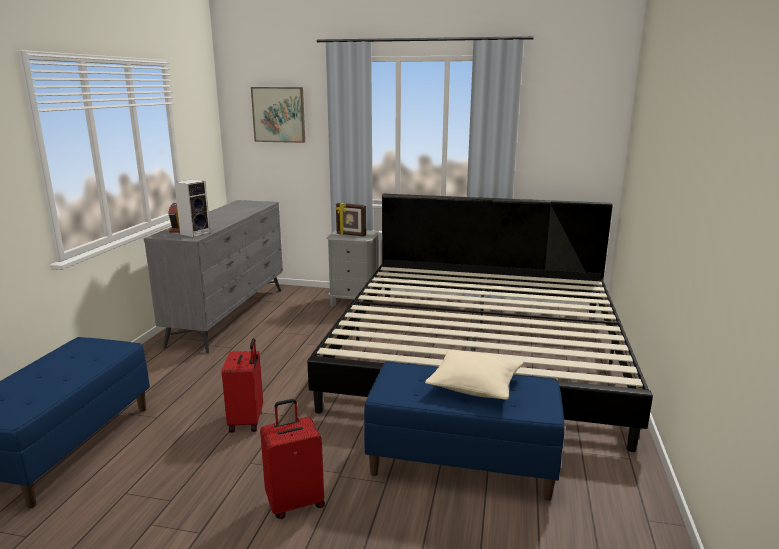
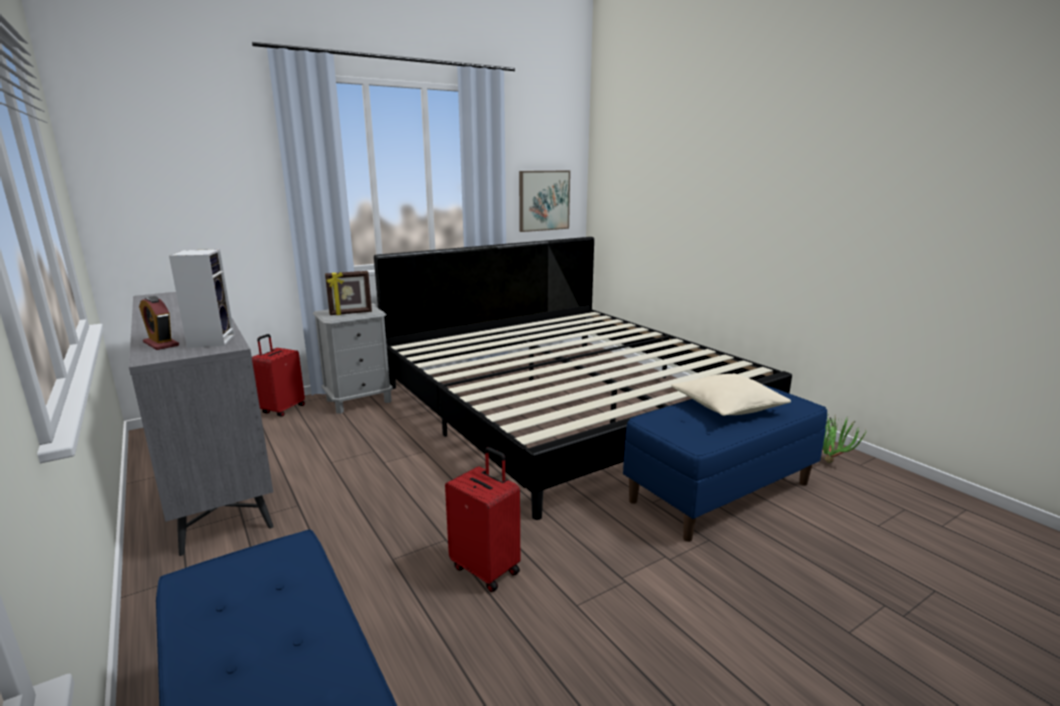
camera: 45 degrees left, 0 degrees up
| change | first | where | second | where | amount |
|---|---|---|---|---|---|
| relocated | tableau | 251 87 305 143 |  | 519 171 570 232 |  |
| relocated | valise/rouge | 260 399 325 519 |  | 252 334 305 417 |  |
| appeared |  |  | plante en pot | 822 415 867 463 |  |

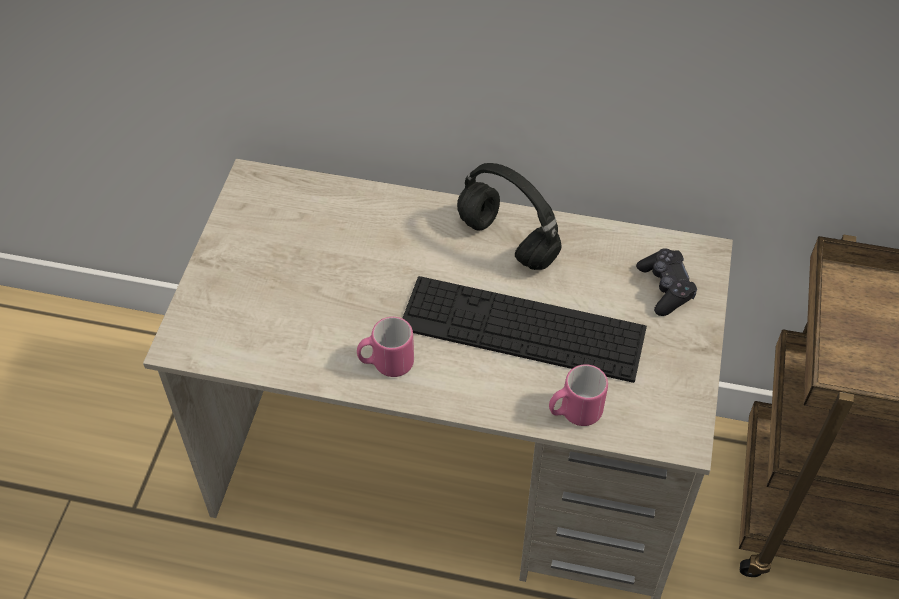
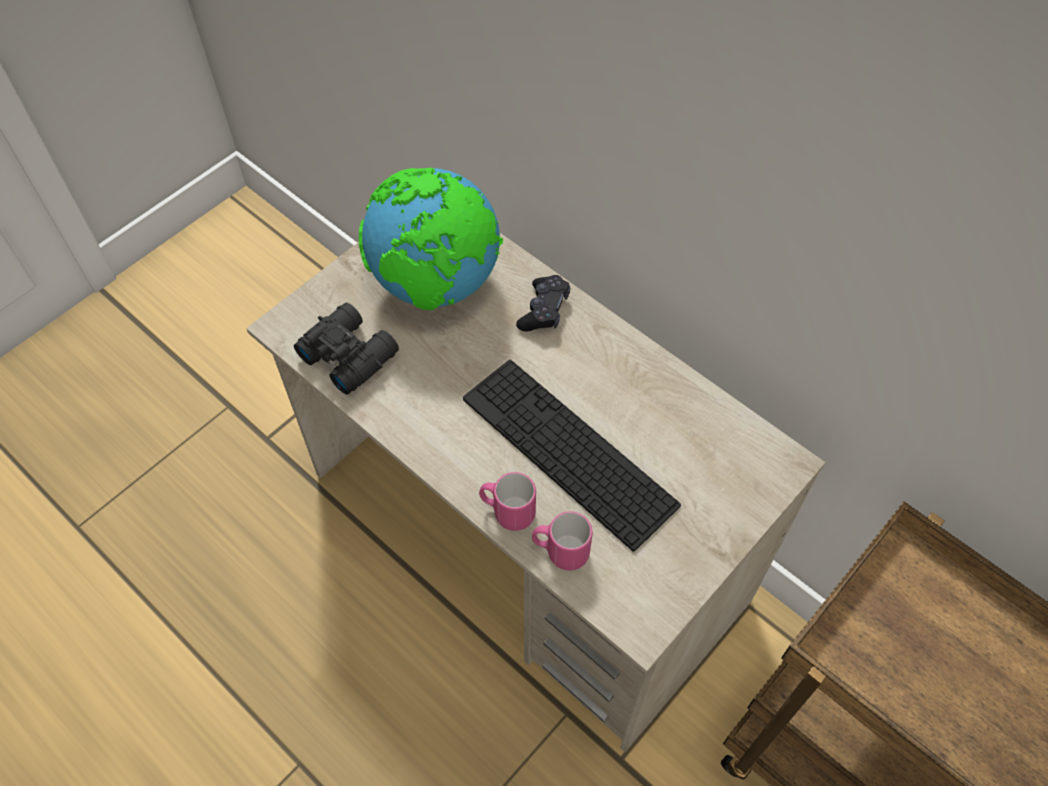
camera: 30 degrees right, 5 degrees up
| change | first | where | second | where | amount |
|---|---|---|---|---|---|
| relocated | mug/rose | 357 317 414 377 |  | 479 472 536 531 |  |
| missing | casque audio/noir | 457 163 562 270 |  |  |  |
| relocated | manette/noir | 636 248 697 316 |  | 516 275 570 332 |  |
| appeared |  |  | jumelles/noir | 294 302 399 395 |  |
| appeared |  |  | globe | 359 168 503 310 |  |

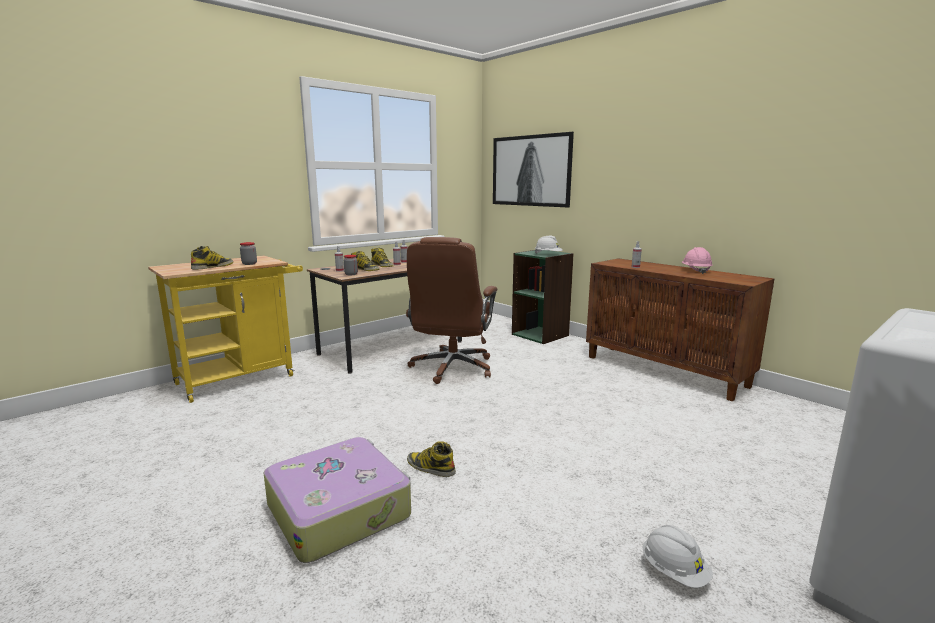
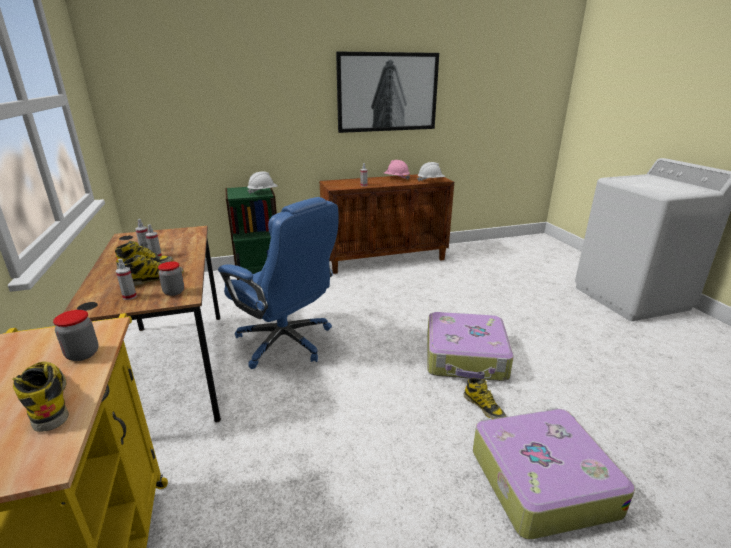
camera: 65 degrees left, 10 degrees up
| change | first | where | second | where | amount |
|---|---|---|---|---|---|
| colour | chaise de bureau/marron | 406 237 497 384 | chaise de bureau/bleu | 218 197 339 369 |  |
| spun | botte | 407 441 456 477 |  | 464 378 506 419 | 90 degrees counterclockwise |
| relocated | tableau | 493 132 574 208 |  | 336 52 439 133 |  |
| relocated | casque de chantier/blanc | 642 525 713 588 |  | 417 162 445 182 |  |
| appeared |  |  | valise | 427 312 514 381 |  |

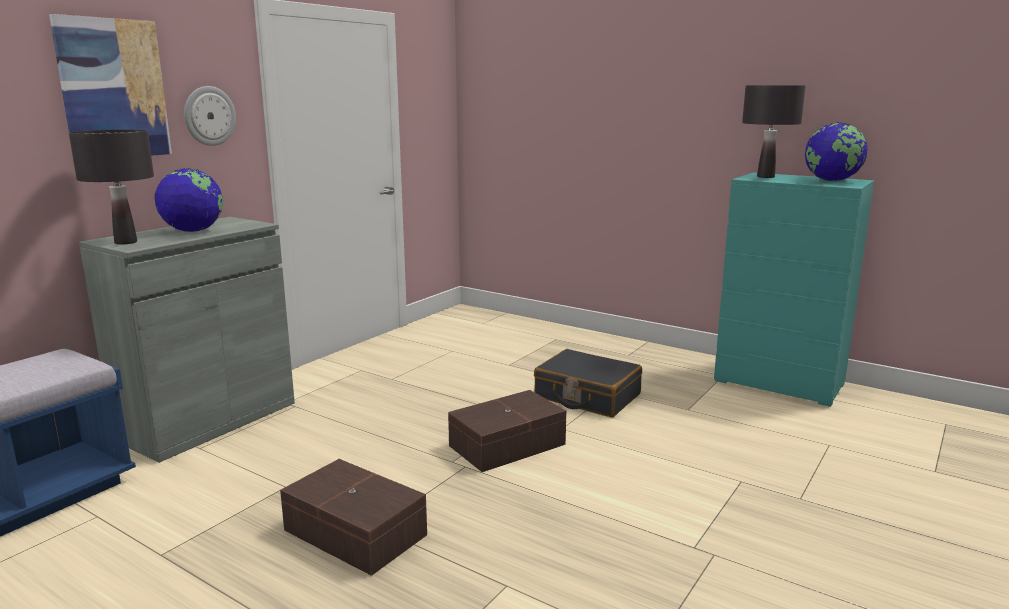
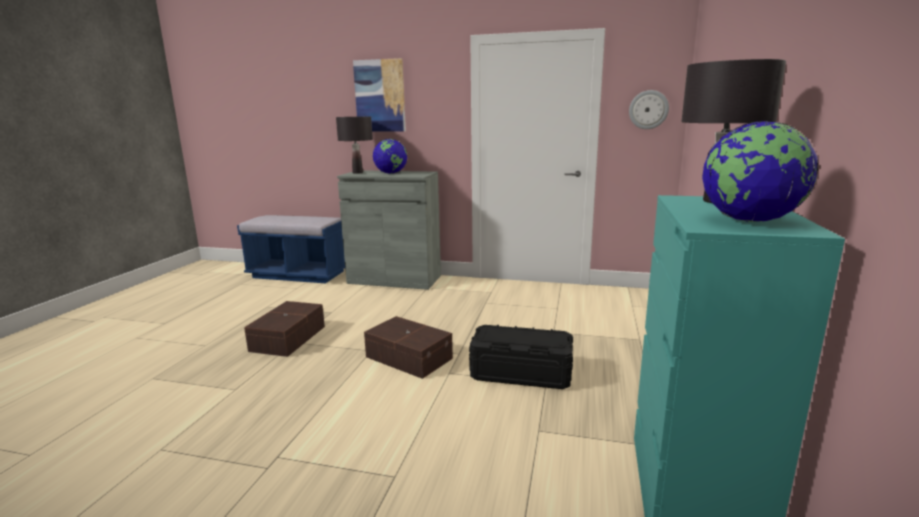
camera: 70 degrees right, 0 degrees up
| change | first | where | second | where | amount |
|---|---|---|---|---|---|
| relocated | horloge murale | 184 86 236 146 |  | 629 90 669 129 |  |
| exchanged | valise/noir | 534 349 642 417 | boîte de rangement/noir | 469 325 573 389 |  |

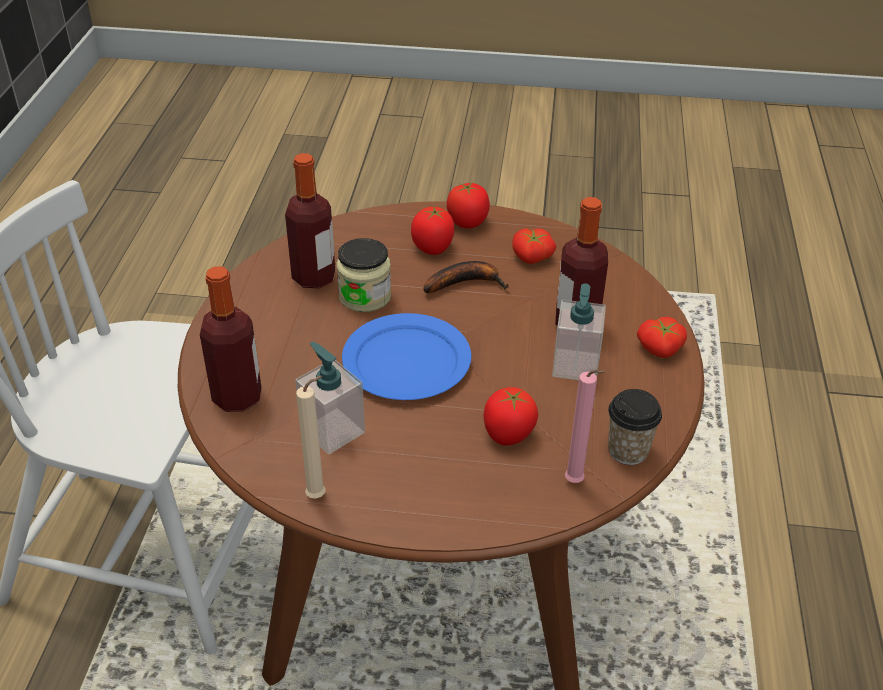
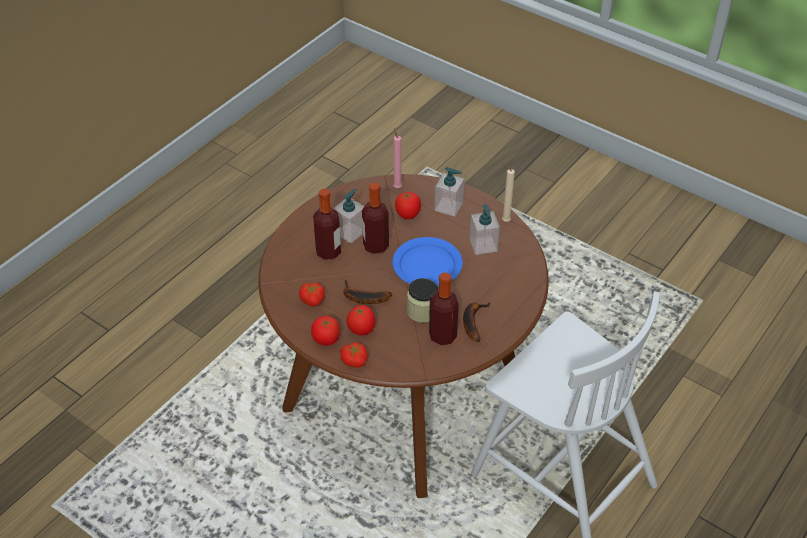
camera: 150 degrees left, 5 degrees up
| change | first | where | second | where | amount |
|---|---|---|---|---|---|
| relocated | bouteille | 200 266 262 412 |  | 362 183 389 254 |  |
| missing | tasse | 608 389 662 465 |  |  |  |
| relocated | tomate | 637 317 687 358 |  | 340 342 368 368 |  |
| appeared |  |  | distributeur de savon | 435 167 464 217 |  |
| appeared |  |  | banane | 463 302 491 342 |  |

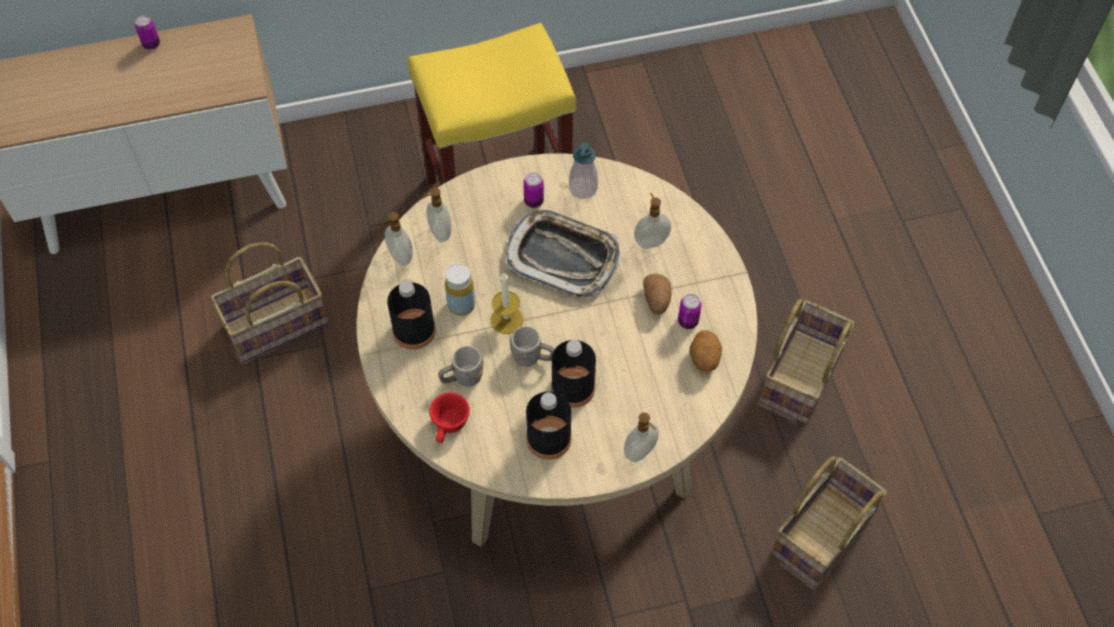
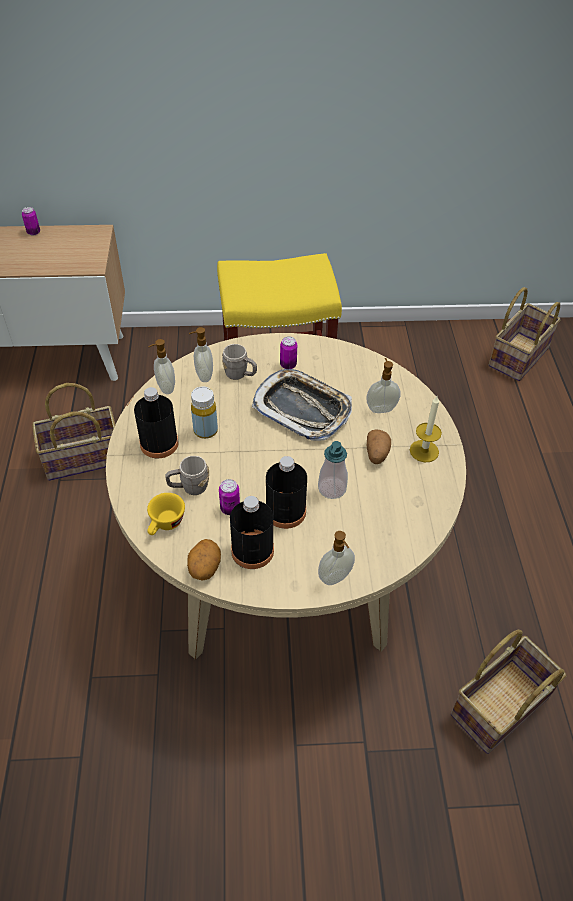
camera: 10 degrees right, 10 degrees down
| change | first | where | second | where | amount |
|---|---|---|---|---|---|
| colour | tasse/rouge | 429 393 470 443 | tasse/jaune | 147 493 185 535 |  |
| relocated | bougie | 490 273 523 334 |  | 410 396 442 462 |  |
| relocated | mug/gris | 510 326 555 367 |  | 222 344 257 380 |  |
| relocated | distributeur de savon | 569 143 598 199 |  | 318 441 348 499 |  |
| relocated | boîte métallique | 678 294 702 329 |  | 219 479 240 515 |  |
| relocated | pomme de terre | 689 330 722 372 |  | 187 539 221 581 |  |
| relocated | panier | 760 299 855 424 |  | 488 287 561 381 |  |

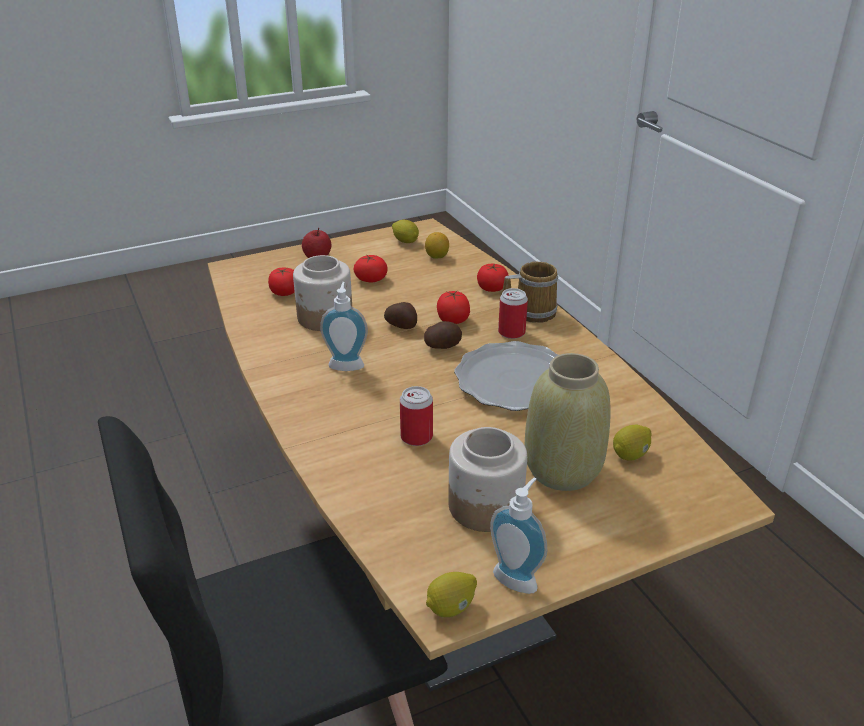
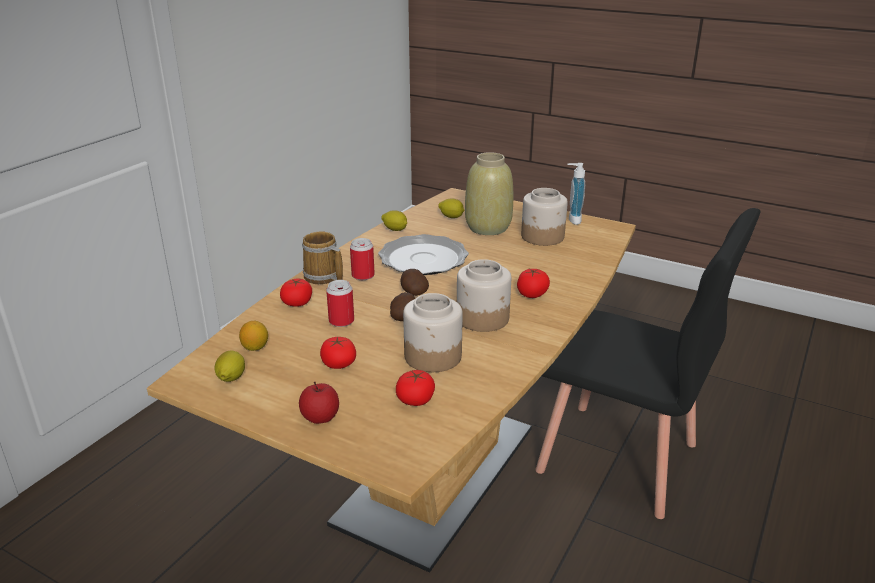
camera: 125 degrees left, 5 degrees down
| change | first | where | second | where | amount |
|---|---|---|---|---|---|
| exchanged | distributeur de savon | 320 282 368 371 | bocal | 457 259 511 332 |  |
| relocated | boîte métallique | 400 386 433 446 |  | 326 280 354 327 |  |
| relocated | citron | 426 572 477 617 |  | 381 210 407 231 |  |
| relocated | tomate | 437 290 470 324 |  | 517 269 550 298 |  |

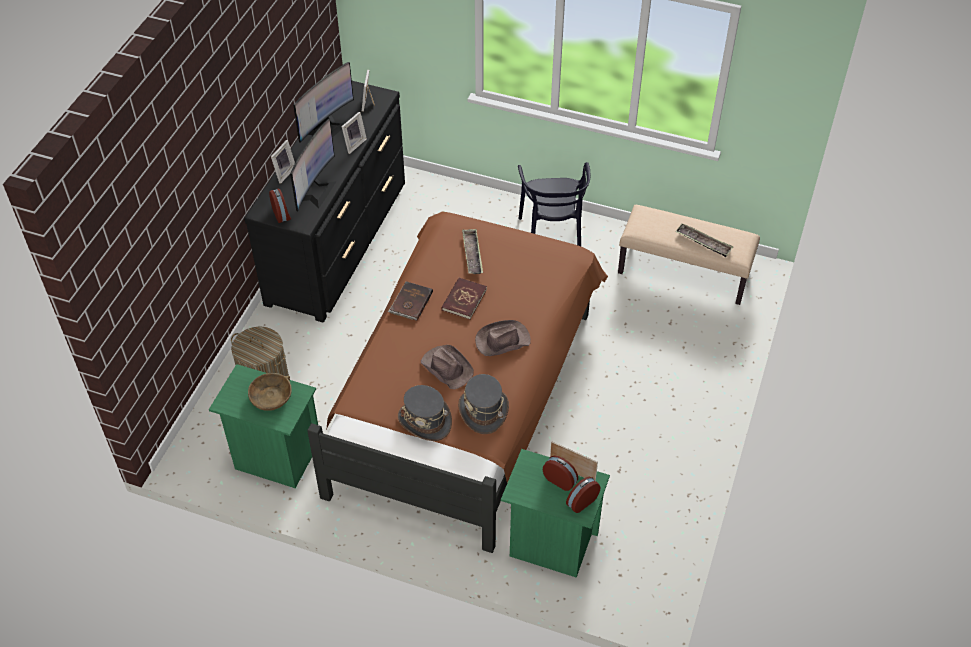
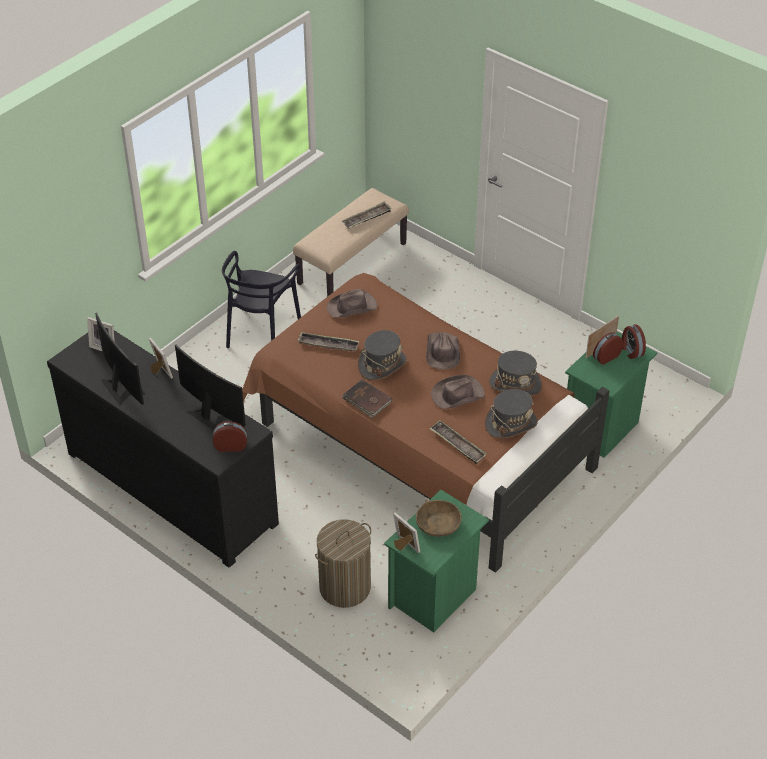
camera: 70 degrees left, 5 degrees down
| change | first | where | second | where | amount |
|---|---|---|---|---|---|
| relocated | cadre photo | 271 140 295 184 |  | 393 512 420 553 |  |
| exchanged | livre/rouge | 441 278 487 319 | chapeau/gris | 358 330 407 380 |  |
| spun | chaise/noir | 518 162 590 246 |  | 222 251 301 348 | 90 degrees clockwise |
| appeared |  |  | chapeau/marron | 327 289 377 318 |  |
| appeared |  |  | plateau | 429 420 487 464 |  |

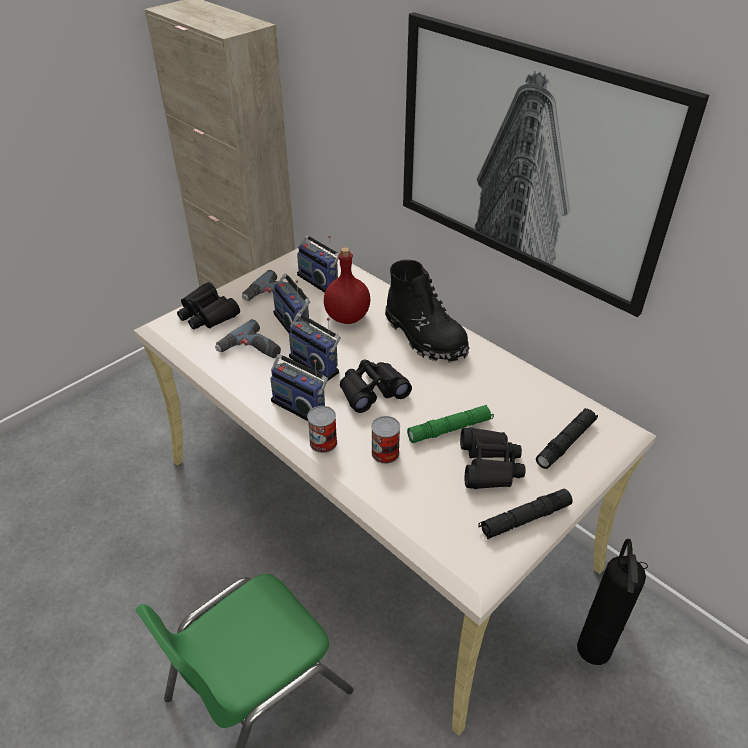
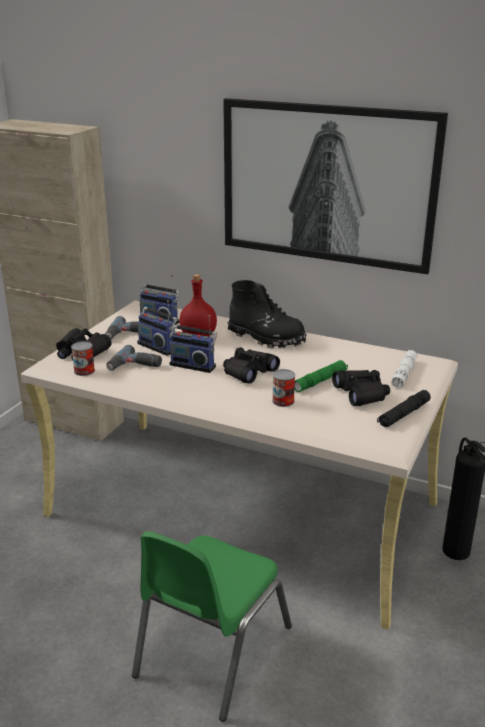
camera: 20 degrees left, 15 degrees down
| change | first | where | second | where | amount |
|---|---|---|---|---|---|
| missing | radio | 270 354 328 421 |  |  |  |
| relocated | boîte métallique | 307 406 337 453 |  | 71 341 95 376 |  |
| colour | lampe de poche/noir | 536 408 598 469 | lampe de poche/blanc | 391 350 418 388 |  |

